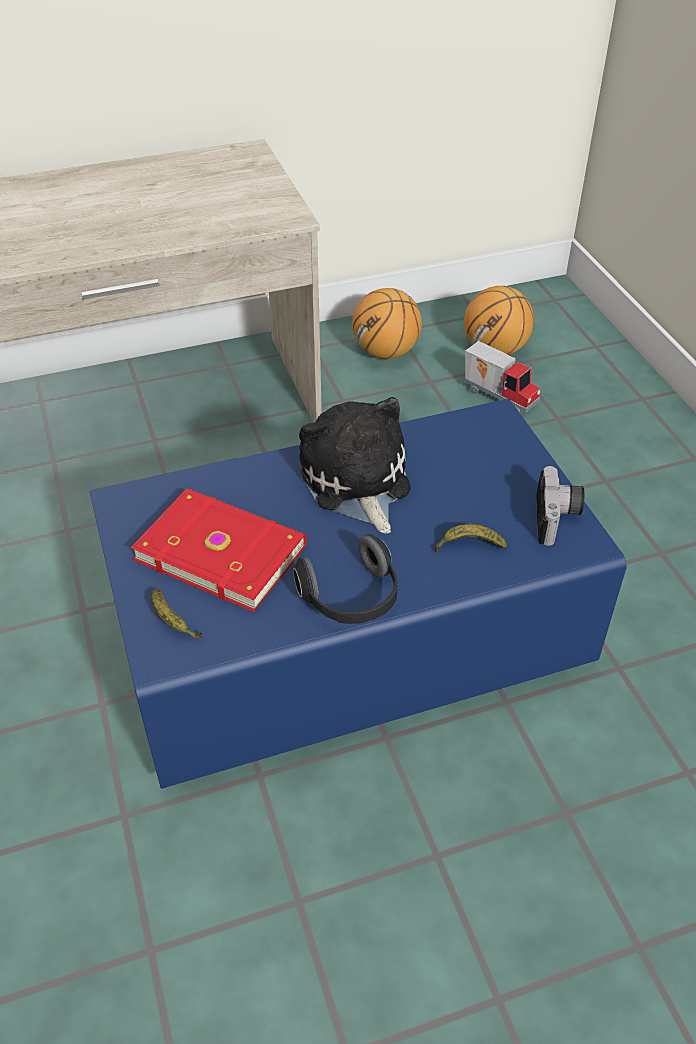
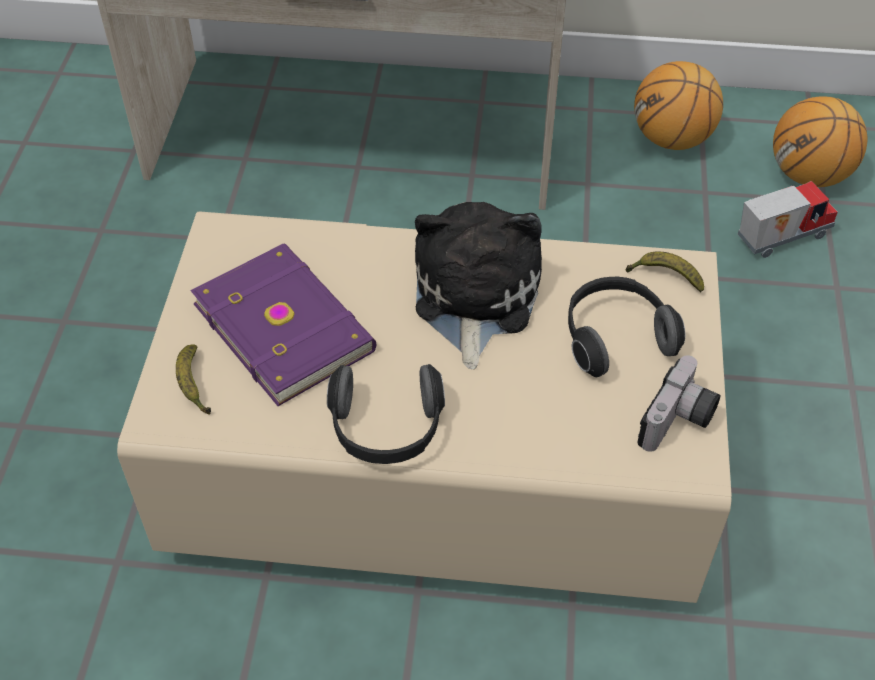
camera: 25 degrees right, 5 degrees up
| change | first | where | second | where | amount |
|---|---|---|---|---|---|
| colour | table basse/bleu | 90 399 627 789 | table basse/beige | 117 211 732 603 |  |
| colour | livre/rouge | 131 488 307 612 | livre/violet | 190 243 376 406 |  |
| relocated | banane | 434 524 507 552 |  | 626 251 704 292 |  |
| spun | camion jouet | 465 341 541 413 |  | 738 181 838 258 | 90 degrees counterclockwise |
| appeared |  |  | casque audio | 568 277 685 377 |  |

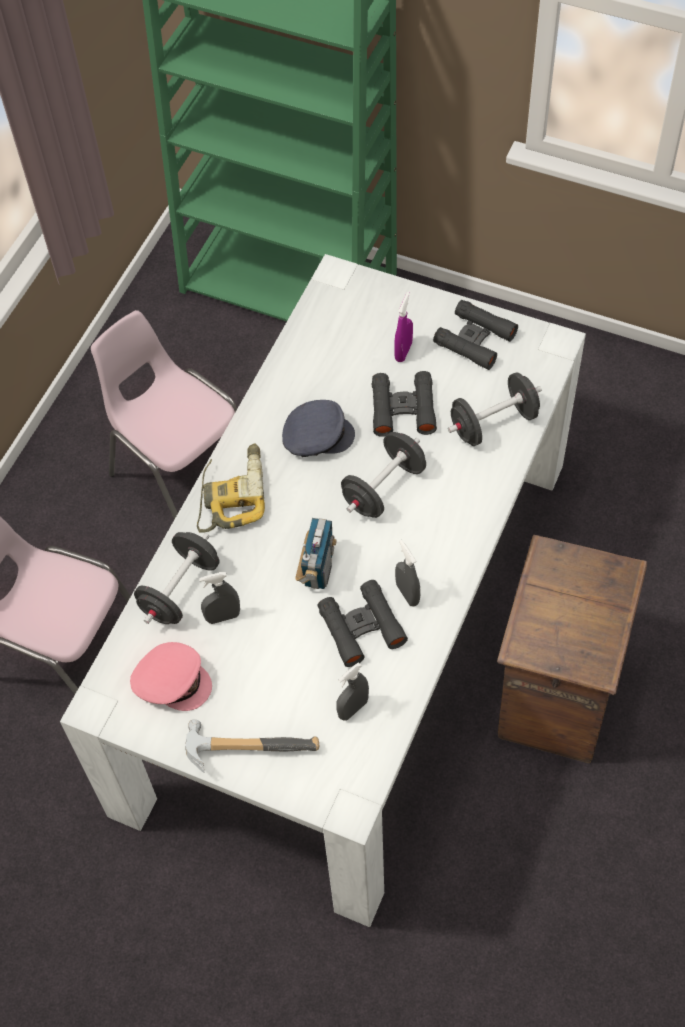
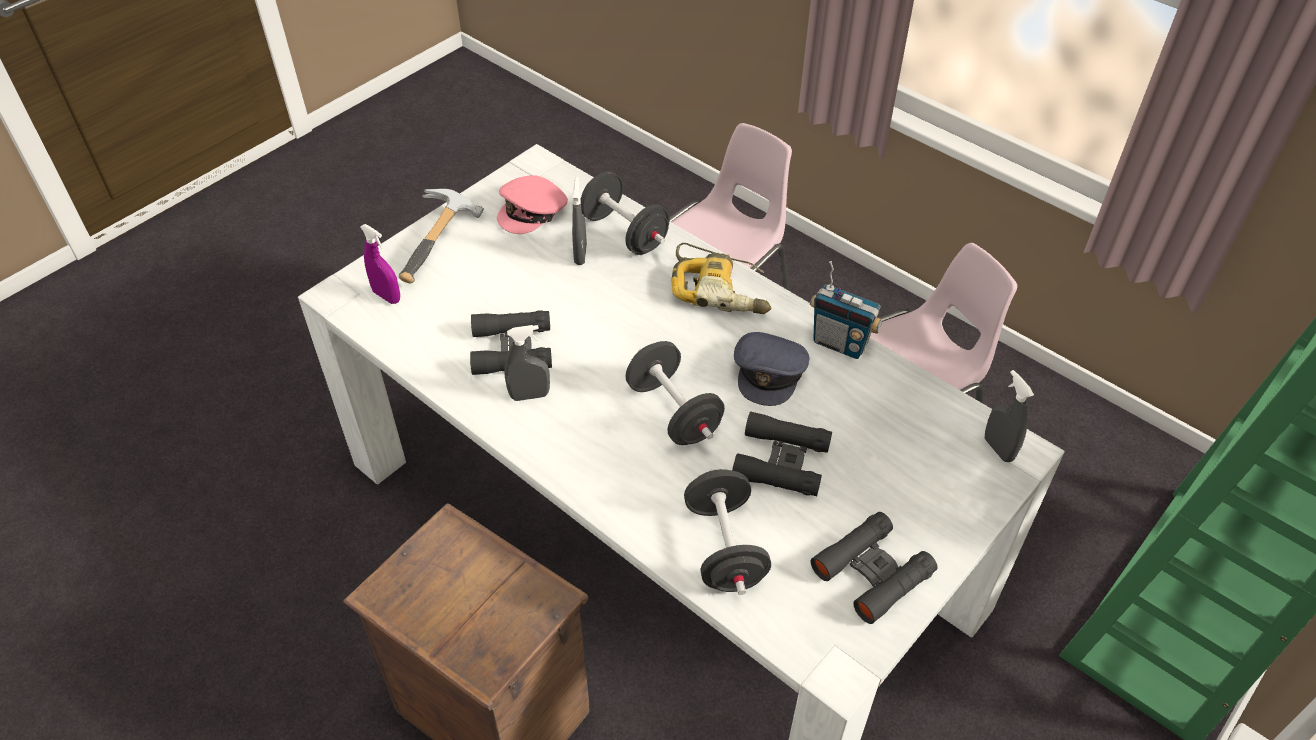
camera: 105 degrees right, 10 degrees down
| change | first | where | second | where | amount |
|---|---|---|---|---|---|
| relocated | radio | 295 518 337 589 |  | 810 261 882 359 |  |
| relocated | vaporisateur/gris | 336 662 369 721 |  | 985 370 1034 462 |  |
| relocated | vaporisateur/violet | 394 292 413 362 |  | 360 224 400 304 |  |

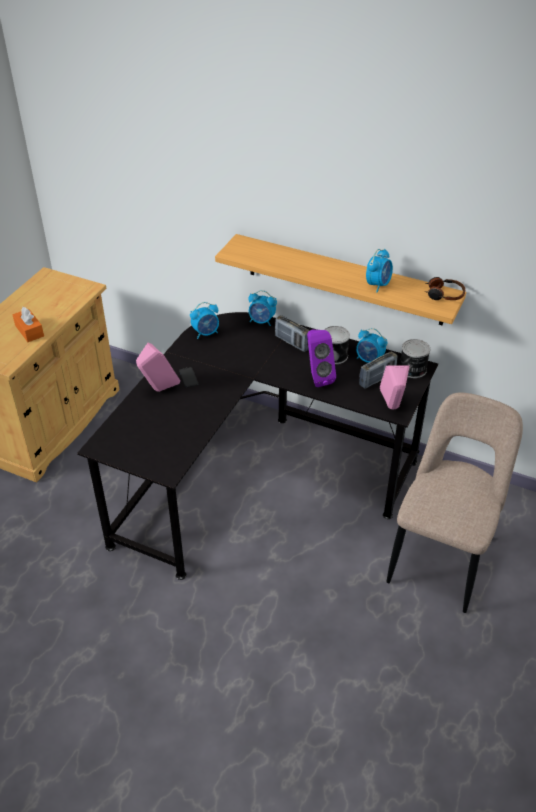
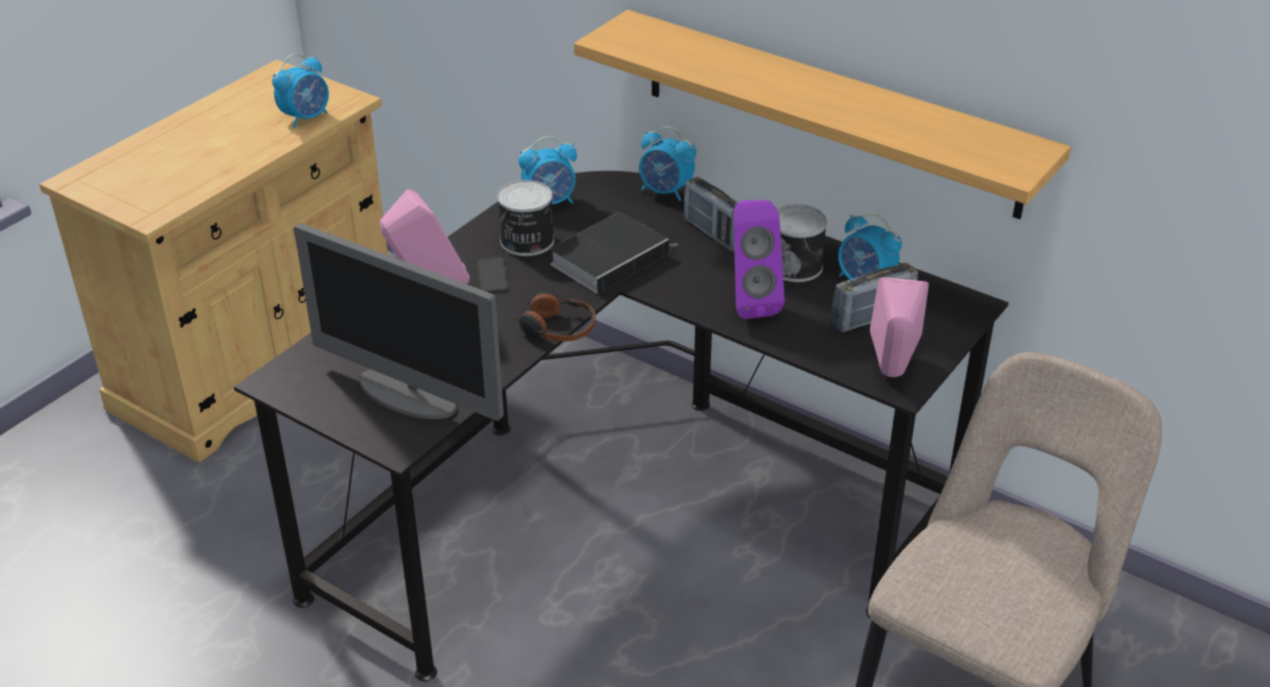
camera: 10 degrees right, 5 degrees down
| change | first | where | second | where | amount |
|---|---|---|---|---|---|
| missing | boîte à mouchoirs/orange | 13 307 44 342 |  |  |  |
| relocated | réveil | 366 249 393 292 |  | 272 54 329 129 |  |
| relocated | boîte métallique | 399 339 430 378 |  | 497 180 554 256 |  |
| relocated | casque audio | 425 277 465 300 |  | 514 292 595 342 |  |
| appeared |  |  | écran d'ordinateur | 294 223 504 421 |  |
| appeared |  |  | livre | 550 212 679 294 |  |

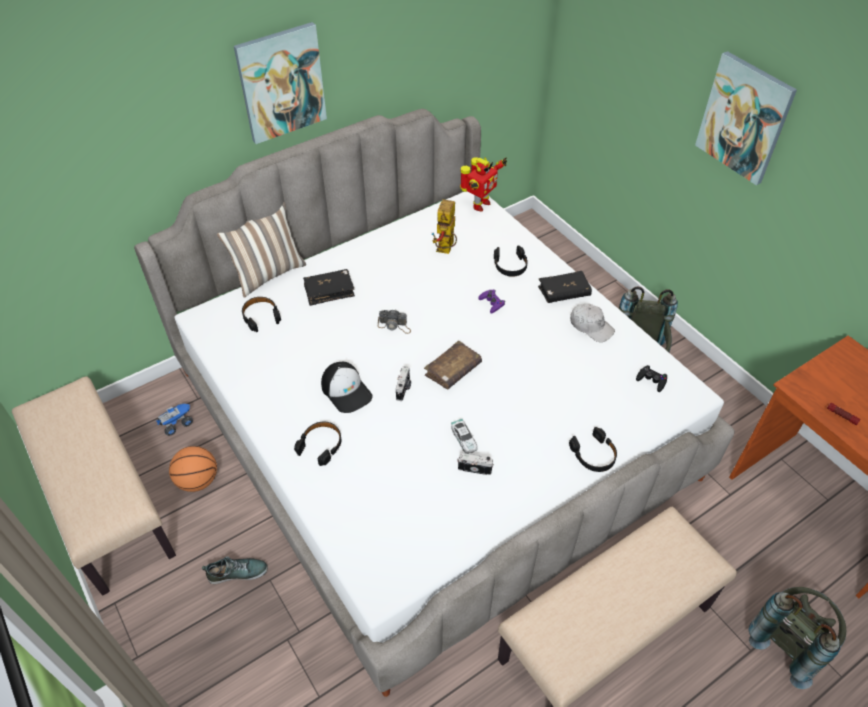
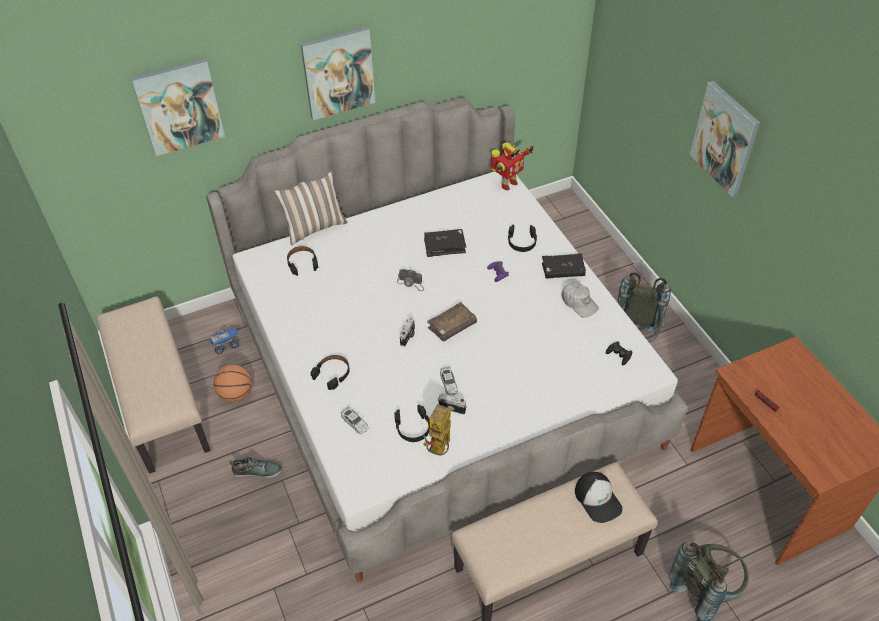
camera: 10 degrees right, 0 degrees up
| change | first | where | second | where | amount |
|---|---|---|---|---|---|
| relocated | livre/noir | 303 269 355 306 |  | 424 229 466 257 |  |
| relocated | casquette | 321 362 372 413 |  | 575 472 623 523 |  |
| relocated | robot jouet | 431 199 457 254 |  | 423 404 451 455 |  |
| relocated | casque audio/noir | 569 427 617 472 |  | 394 405 429 442 |  |
| appeared |  |  | tableau | 131 59 225 156 |  |
| appeared |  |  | petite voiture | 340 406 369 434 |  |

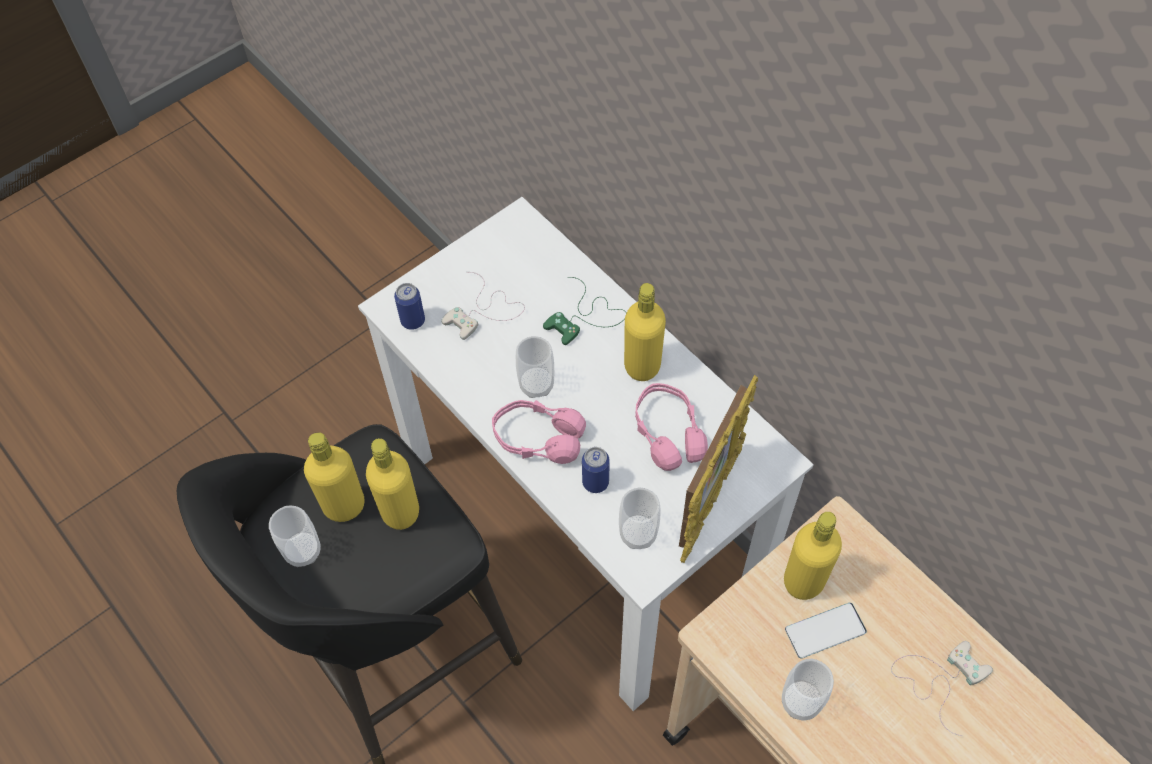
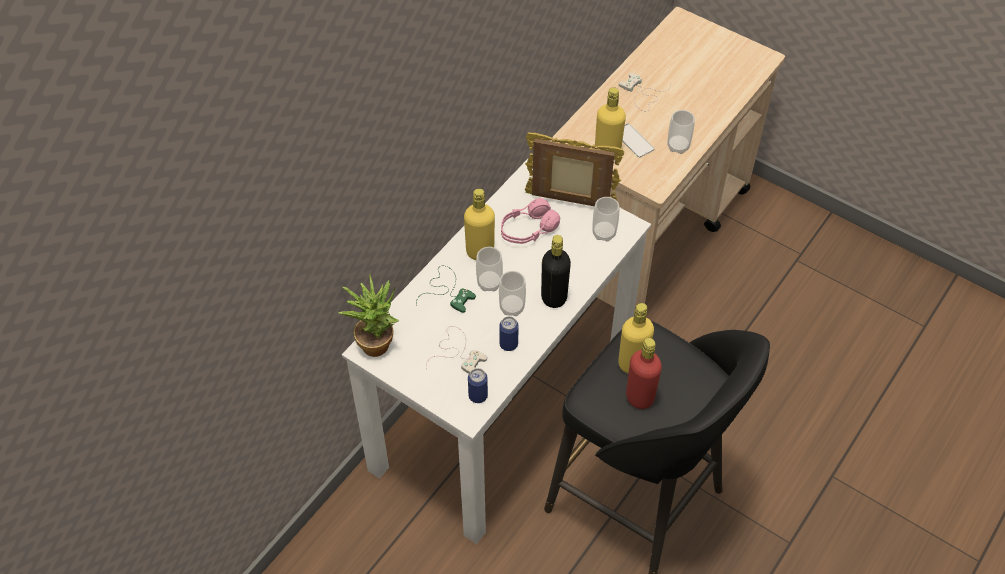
camera: 105 degrees left, 5 degrees down
| change | first | where | second | where | amount |
|---|---|---|---|---|---|
| relocated | tasse | 269 505 321 567 |  | 476 247 503 292 |  |
| colour | bouteille/jaune | 304 432 365 522 | bouteille/rouge | 626 338 662 409 |  |
| exchanged | casque audio/rose | 492 400 586 464 | bouteille/noir | 541 235 571 308 |  |
| relocated | boîte métallique | 582 447 610 493 |  | 499 316 519 351 |  |
| appeared |  |  | plante en pot | 339 273 399 357 |  |

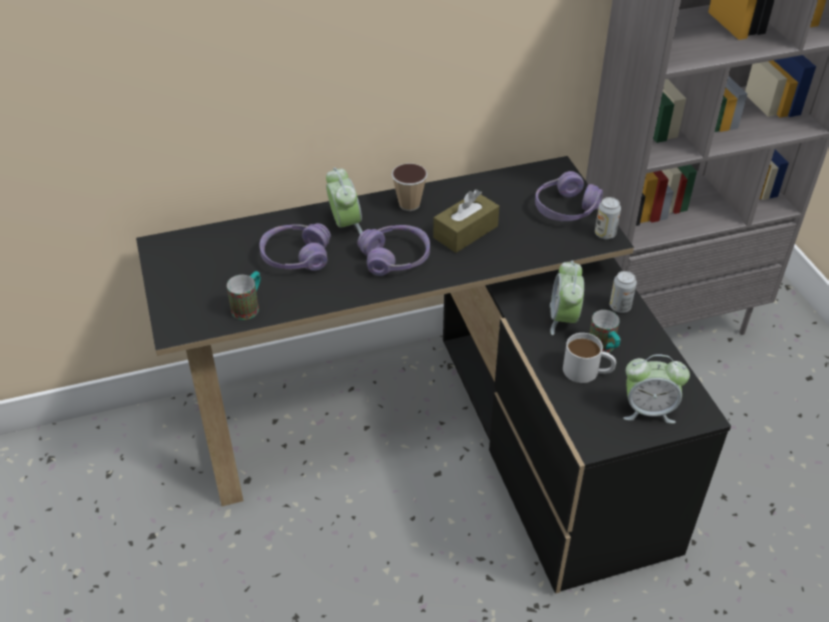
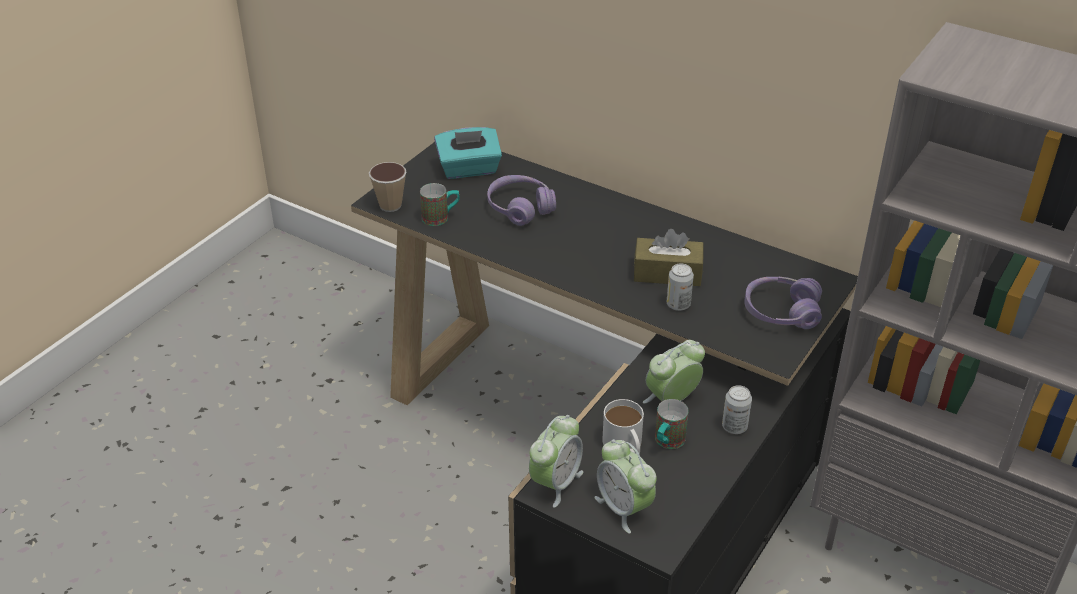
camera: 50 degrees right, 5 degrees down
| change | first | where | second | where | amount |
|---|---|---|---|---|---|
| relocated | réveil | 326 167 363 234 |  | 529 415 583 508 |  |
| missing | casque audio/violet | 357 225 430 276 |  |  |  |
| relocated | tasse | 391 163 428 211 |  | 369 162 406 212 |  |
| relocated | boîte métallique | 595 197 621 239 |  | 667 263 694 311 |  |
| appeared |  |  | boîte à mouchoirs/turquoise | 434 127 502 179 |  |

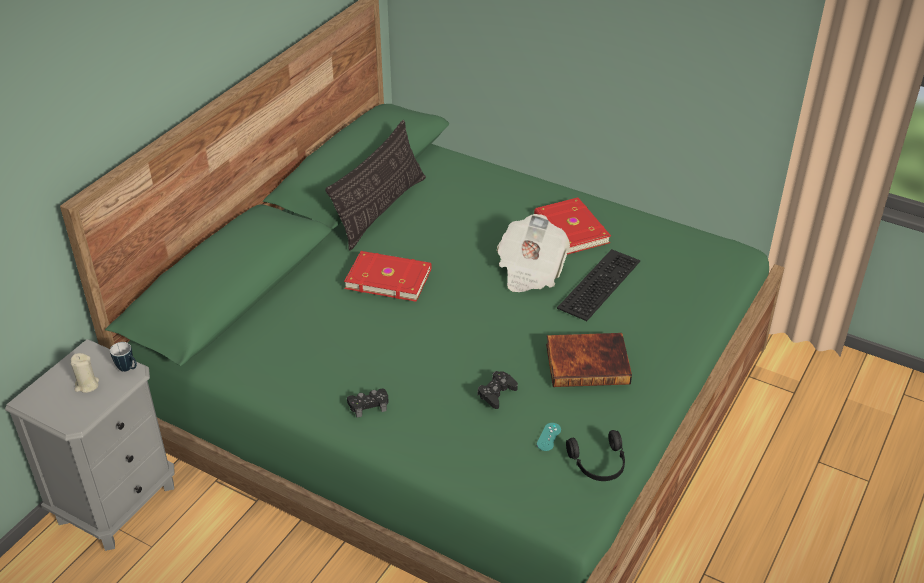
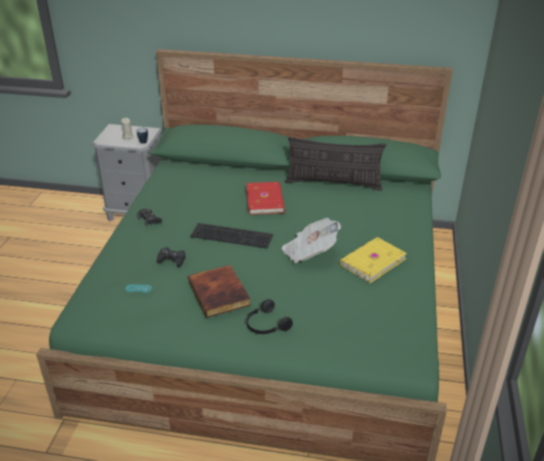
camera: 70 degrees right, 5 degrees down
| change | first | where | second | where | amount |
|---|---|---|---|---|---|
| colour | livre/rouge | 534 197 611 255 | livre/jaune | 340 237 407 283 |  |
| relocated | clavier | 557 249 640 321 |  | 190 223 273 249 |  |
| relocated | casque audio/noir | 566 430 625 481 |  | 247 299 293 334 |  |

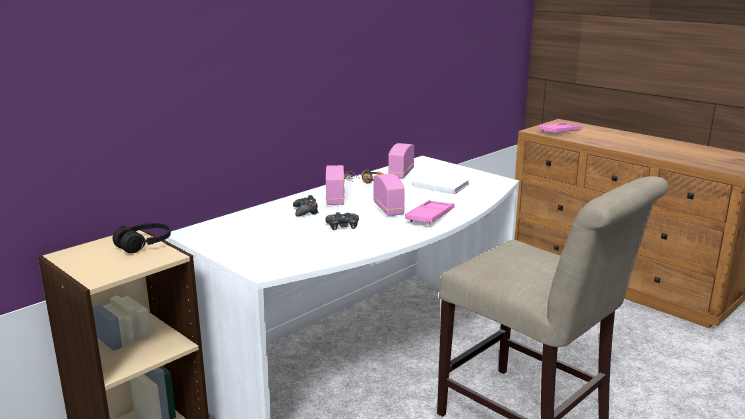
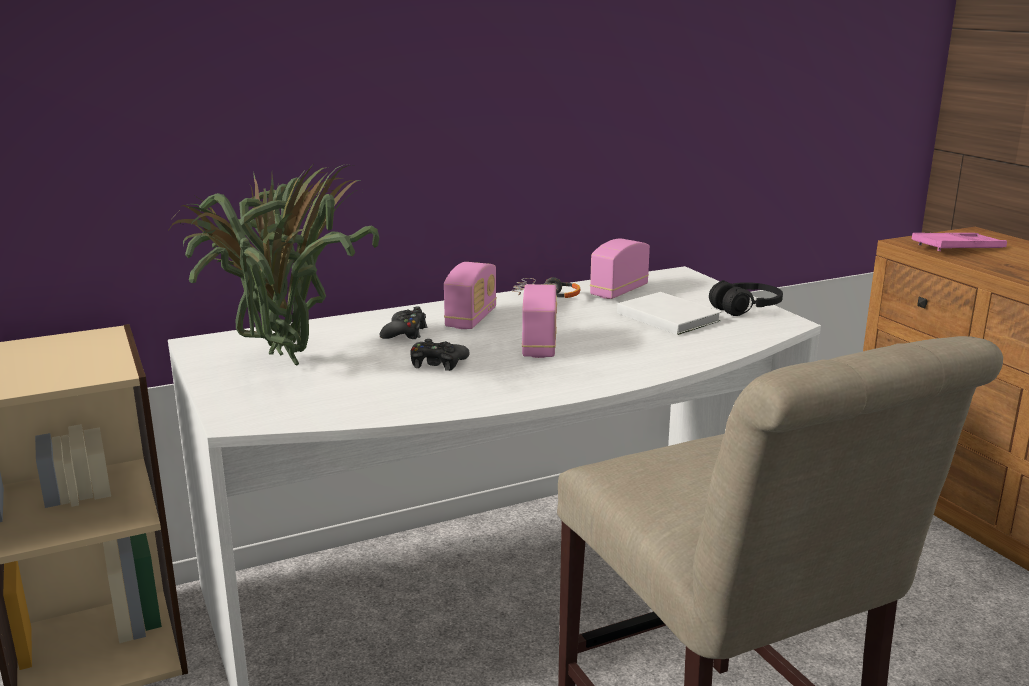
camera: 20 degrees right, 0 degrees up
| change | first | where | second | where | amount |
|---|---|---|---|---|---|
| relocated | casque audio/noir | 112 223 171 253 |  | 709 280 783 316 |  |
| missing | plateau/rose | 405 200 454 225 |  |  |  |
| appeared |  |  | plante en pot | 167 164 379 366 |  |

